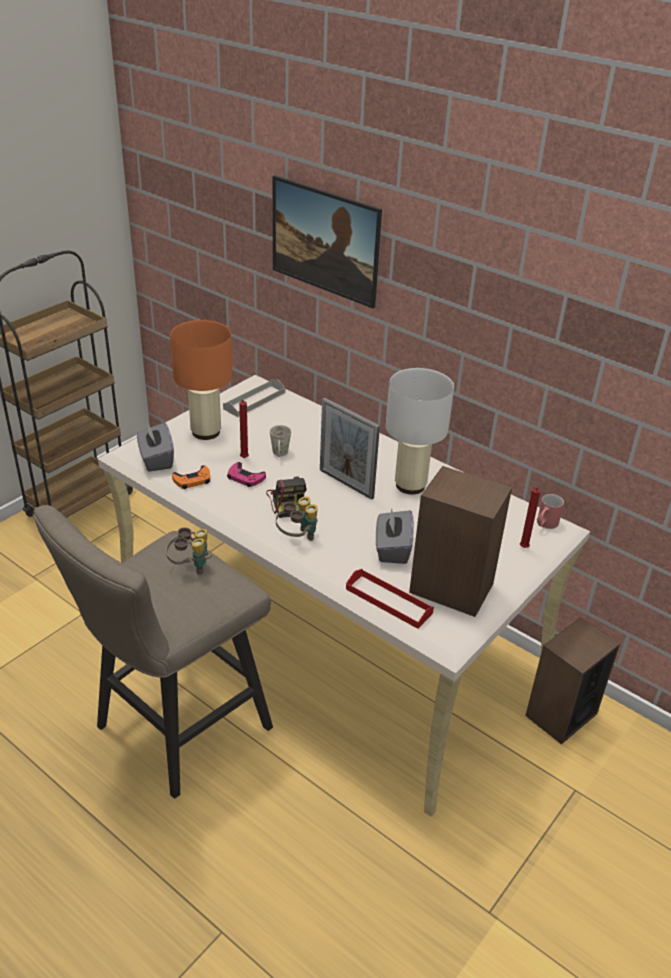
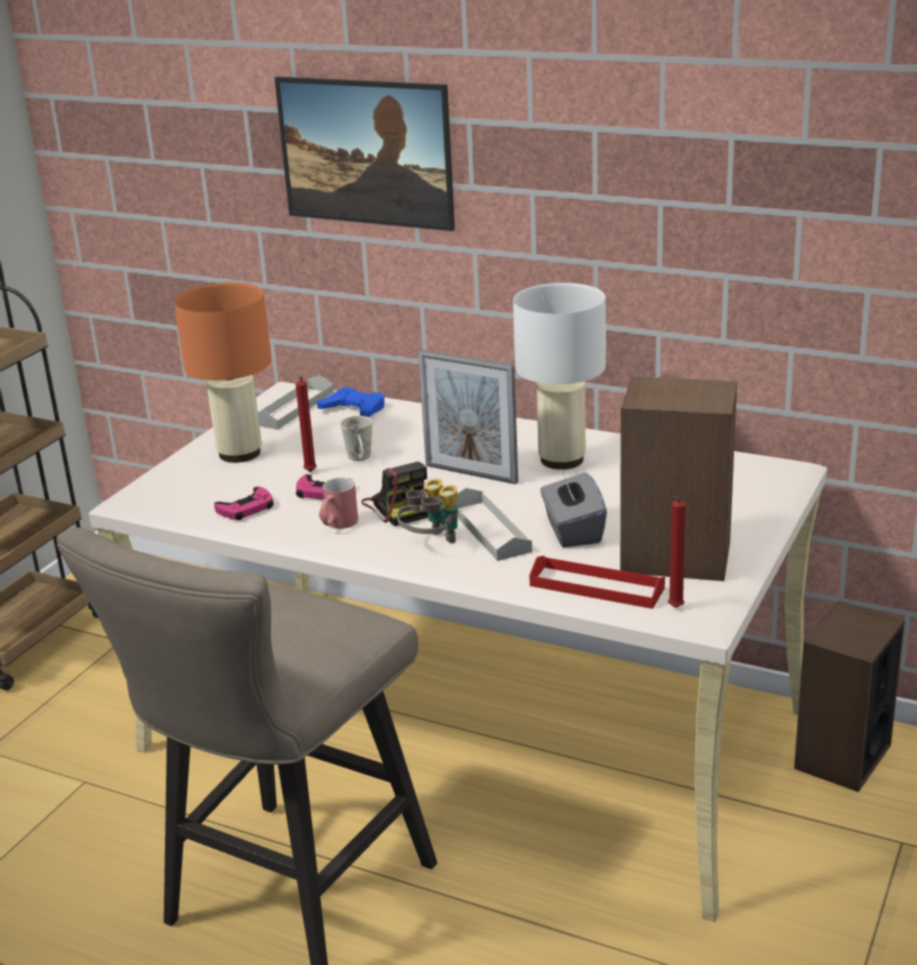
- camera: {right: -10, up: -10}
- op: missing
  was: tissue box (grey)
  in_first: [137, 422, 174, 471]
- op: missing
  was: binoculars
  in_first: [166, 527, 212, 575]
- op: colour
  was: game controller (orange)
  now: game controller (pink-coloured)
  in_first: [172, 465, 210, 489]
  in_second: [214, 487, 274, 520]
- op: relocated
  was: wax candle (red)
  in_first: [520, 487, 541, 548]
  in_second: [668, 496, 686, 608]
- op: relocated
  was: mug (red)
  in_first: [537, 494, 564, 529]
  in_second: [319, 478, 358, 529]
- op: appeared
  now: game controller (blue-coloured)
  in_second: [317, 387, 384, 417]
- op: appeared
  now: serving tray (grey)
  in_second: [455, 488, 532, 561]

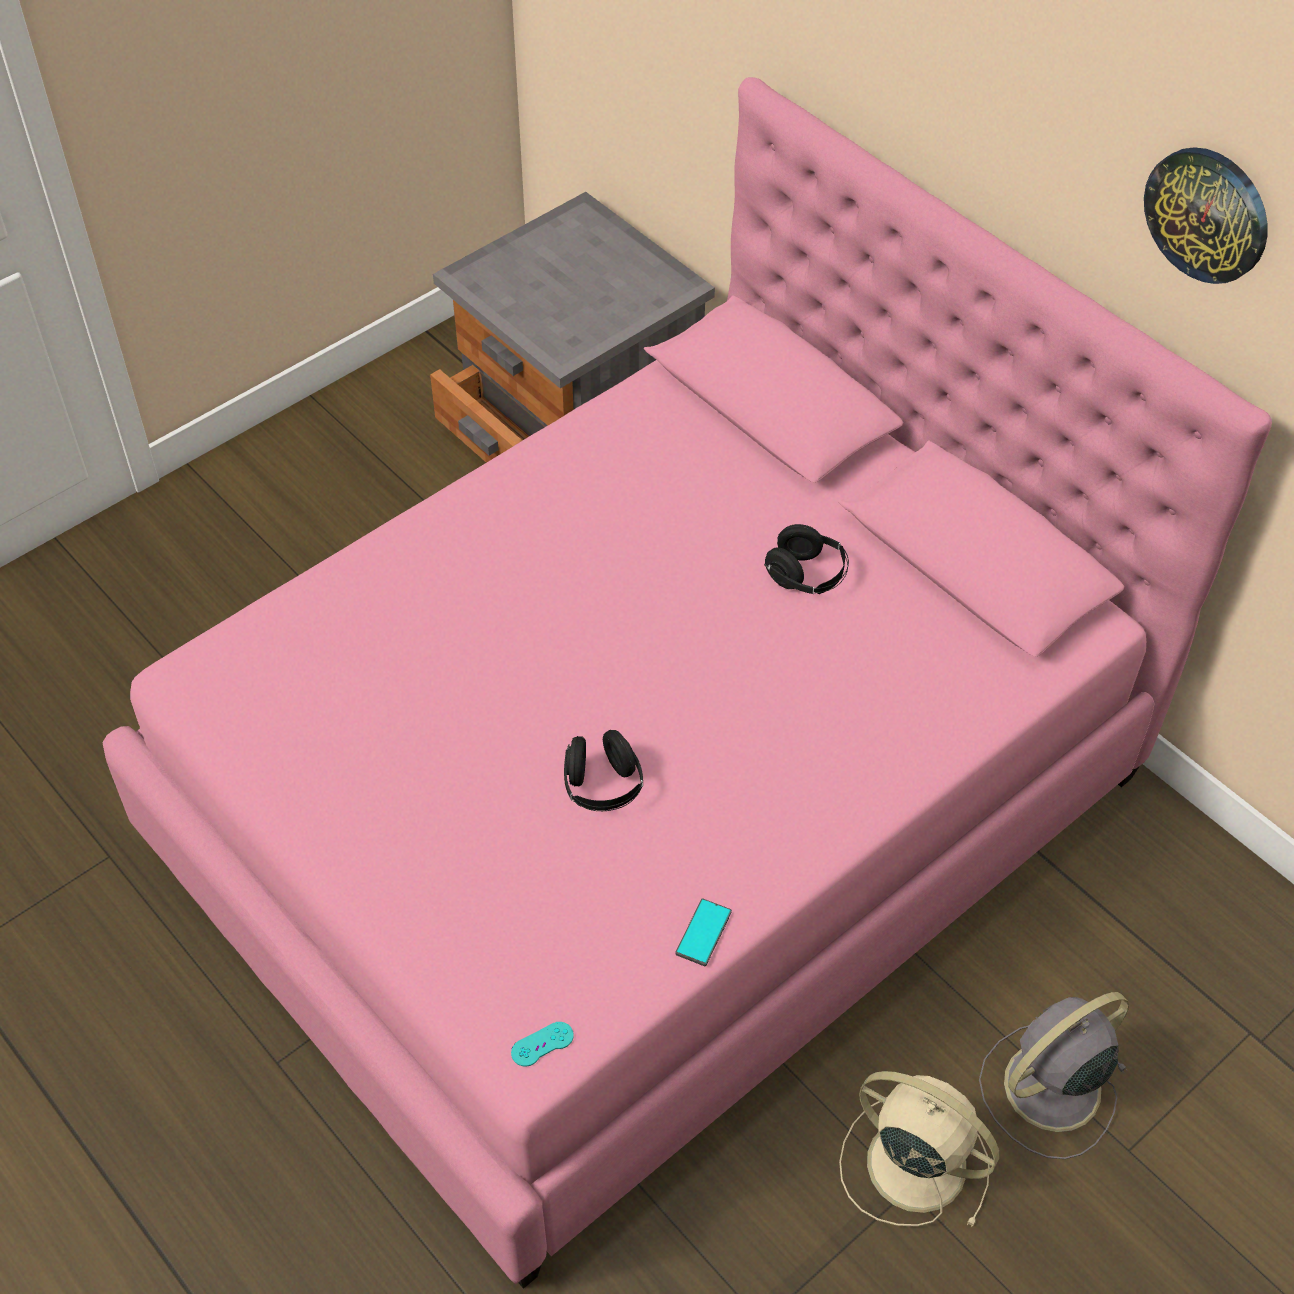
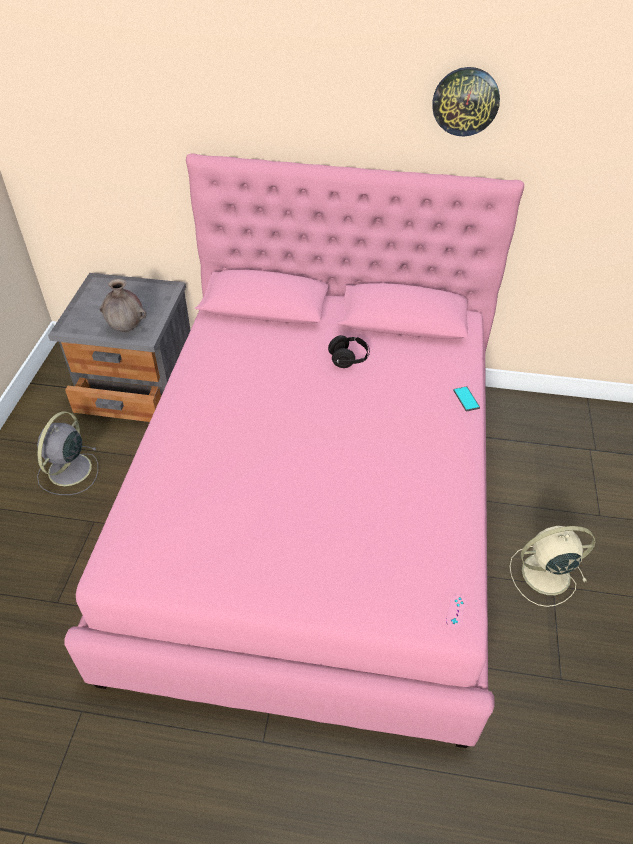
- camera: {right: -40, up: -5}
- op: colour
  was: game controller (turquoise-coloured)
  now: game controller (pink-coloured)
  in_first: [511, 1022, 574, 1067]
  in_second: [446, 595, 467, 629]
- op: missing
  was: headphones (blackish)
  in_first: [564, 730, 643, 811]
- op: relocated
  was: telephone
  in_first: [675, 898, 732, 966]
  in_second: [453, 386, 480, 412]
- op: relocated
  was: fan (grey)
  in_first: [979, 992, 1129, 1159]
  in_second: [37, 411, 98, 495]
- op: appeared
  now: vase (brown-coloured)
  in_second: [100, 279, 147, 332]

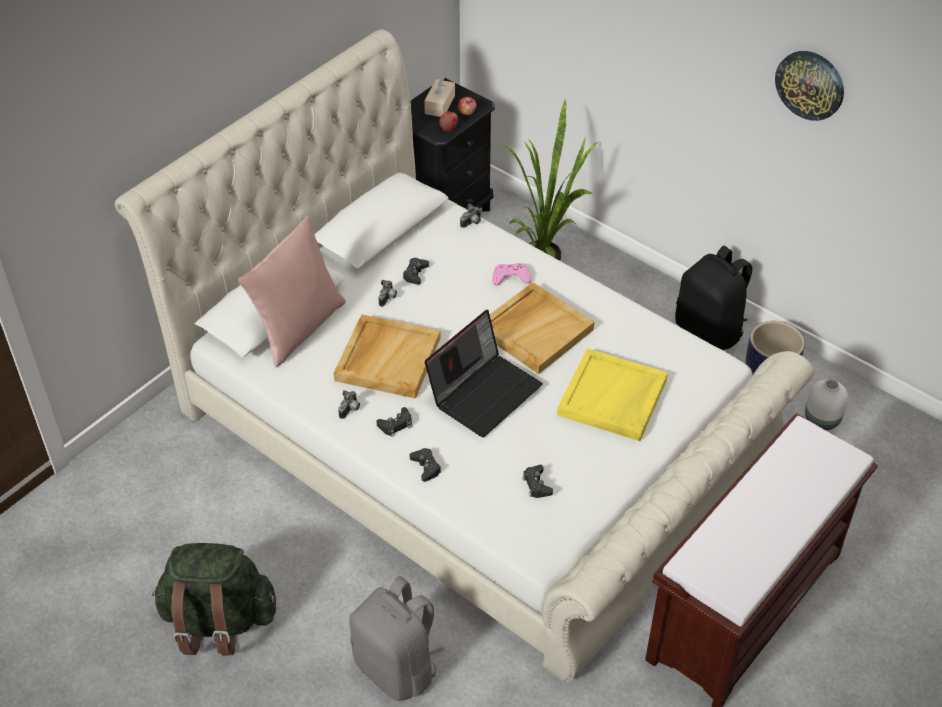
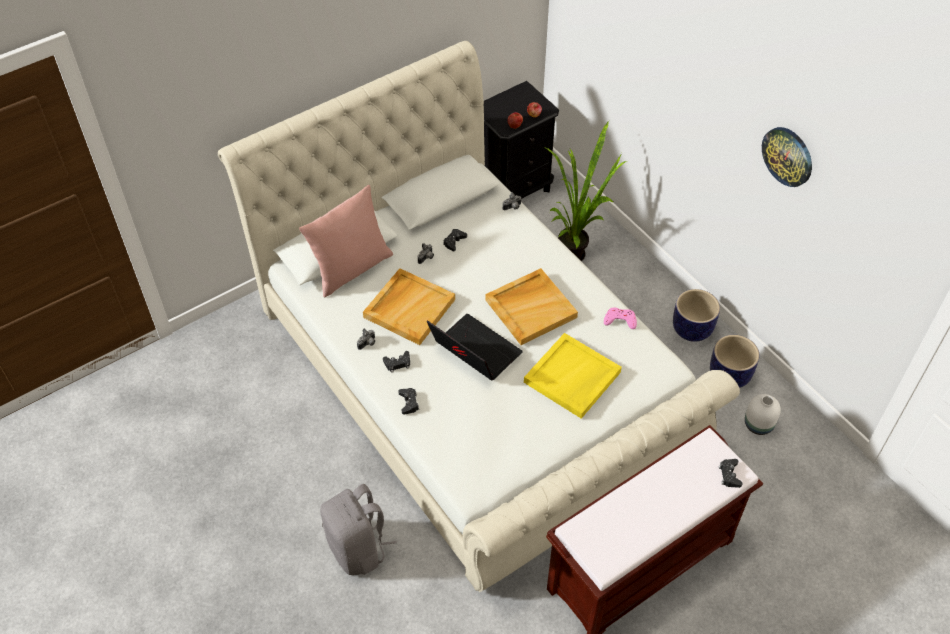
- camera: {right: 15, up: 5}
- op: missing
  was: backpack (greenish)
  in_first: [152, 543, 276, 656]
- op: missing
  was: tissue box (beige)
  in_first: [424, 76, 455, 117]
- op: spun
  was: notebook computer
  in_first: [424, 310, 543, 437]
  in_second: [427, 314, 523, 381]
  clockwise: -105
- op: relocated
  was: game controller (pink-coloured)
  in_first: [492, 263, 531, 285]
  in_second: [604, 307, 637, 329]
- op: relocated
  was: game controller (blackish)
  in_first: [522, 465, 553, 498]
  in_second: [719, 459, 743, 488]
- op: exchanged
  was: backpack (blackish)
  now: flower pot
  in_first: [675, 246, 752, 350]
  in_second: [673, 289, 720, 342]

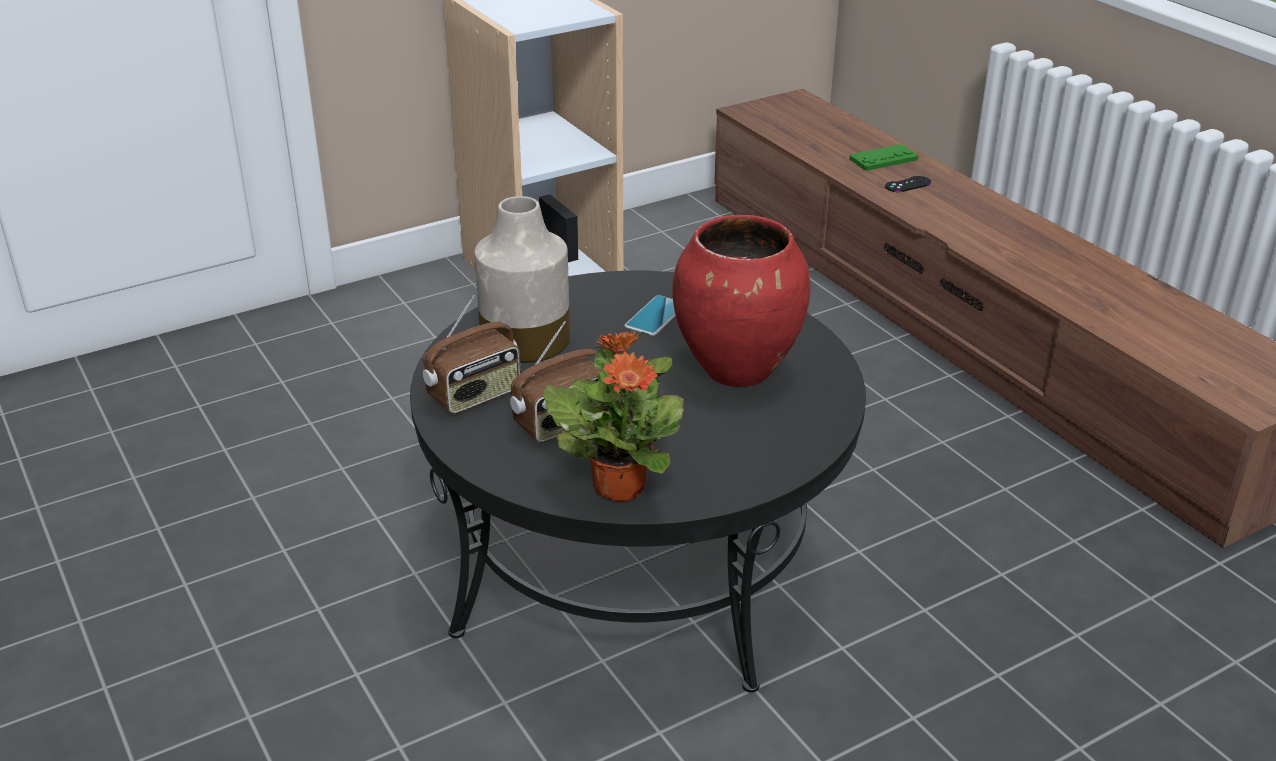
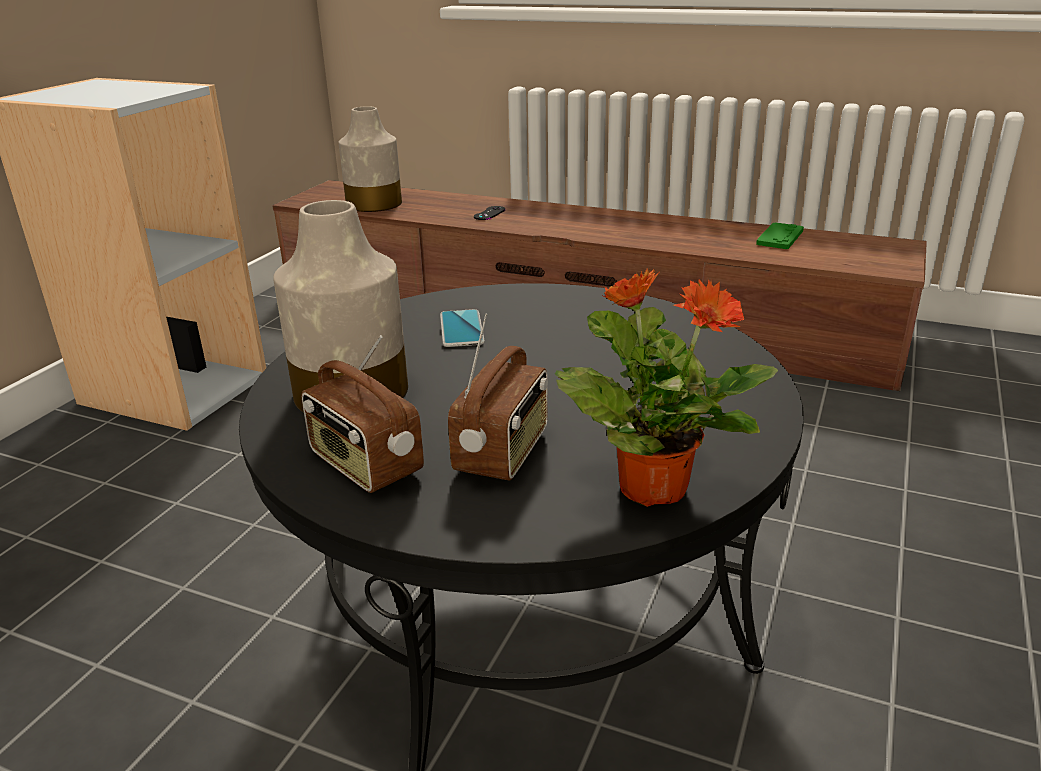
- camera: {right: -35, up: -5}
- op: spun
  was: radio set
  in_first: [423, 295, 521, 414]
  in_second: [302, 335, 424, 493]
  clockwise: 120
- op: missing
  was: vase (red)
  in_first: [672, 215, 810, 387]
- op: relocated
  was: game controller (greenish)
  in_first: [849, 144, 919, 171]
  in_second: [756, 222, 804, 249]
- op: appeared
  now: vase (beige)
  in_second: [339, 106, 402, 212]

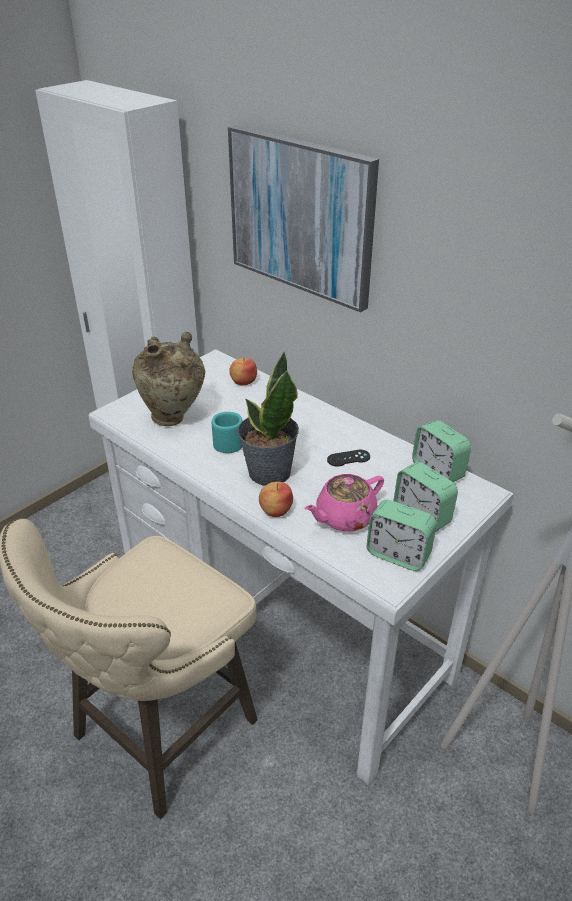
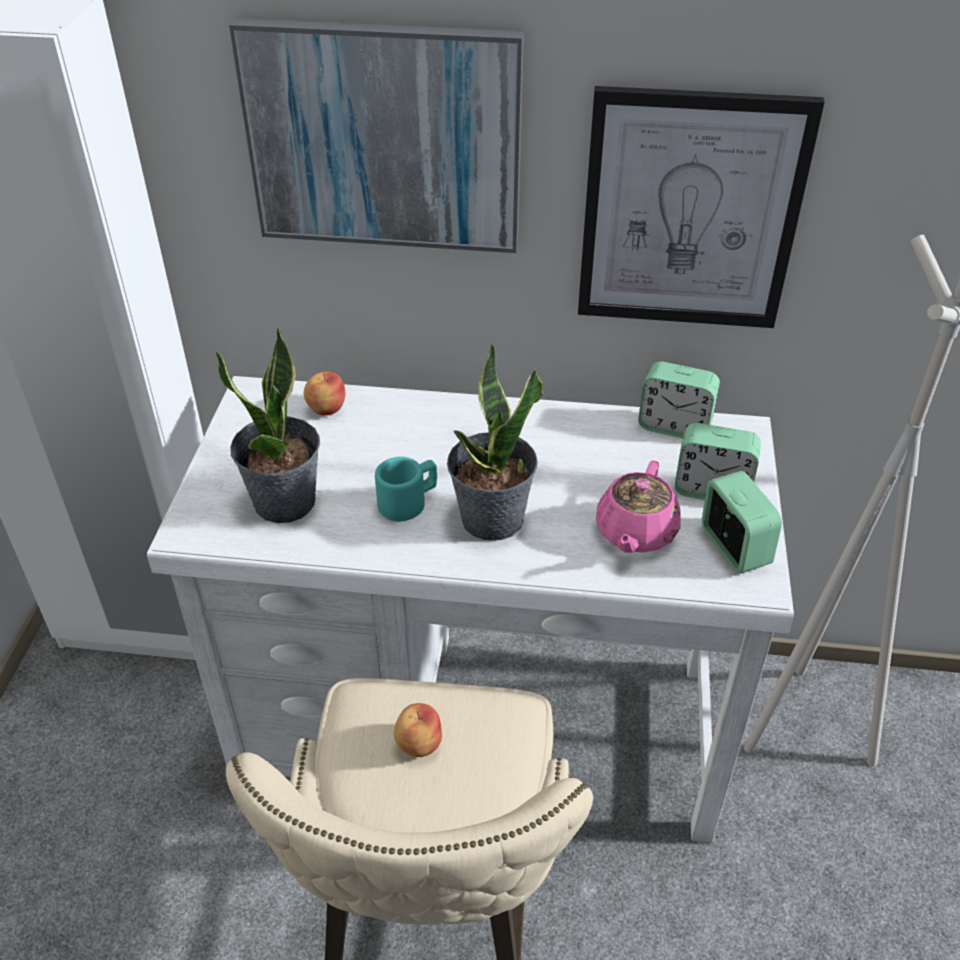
- camera: {right: -35, up: 5}
- op: exchanged
  was: vase (beige)
  now: houseplant
  in_first: [132, 332, 205, 426]
  in_second: [215, 326, 320, 523]
- op: relocated
  was: apple fruit
  in_first: [259, 481, 293, 517]
  in_second: [394, 703, 442, 757]
- op: missing
  was: game controller (blackish)
  in_first: [327, 450, 370, 467]
- op: spun
  was: table clock
  in_first: [367, 500, 437, 571]
  in_second: [702, 471, 782, 573]
  clockwise: -105
- op: appeared
  now: wall art
  in_second: [578, 86, 825, 328]

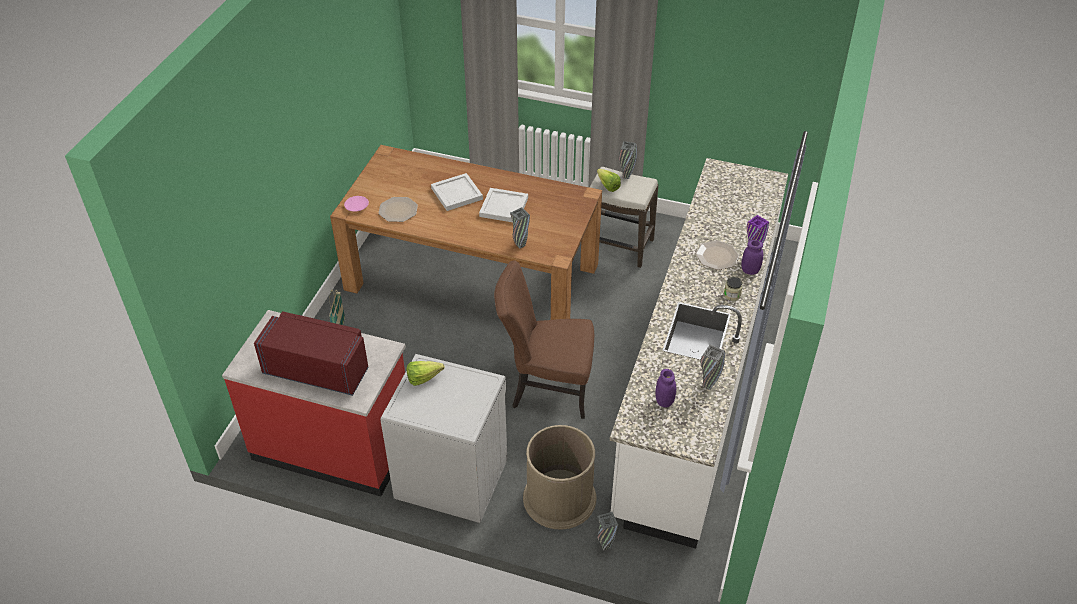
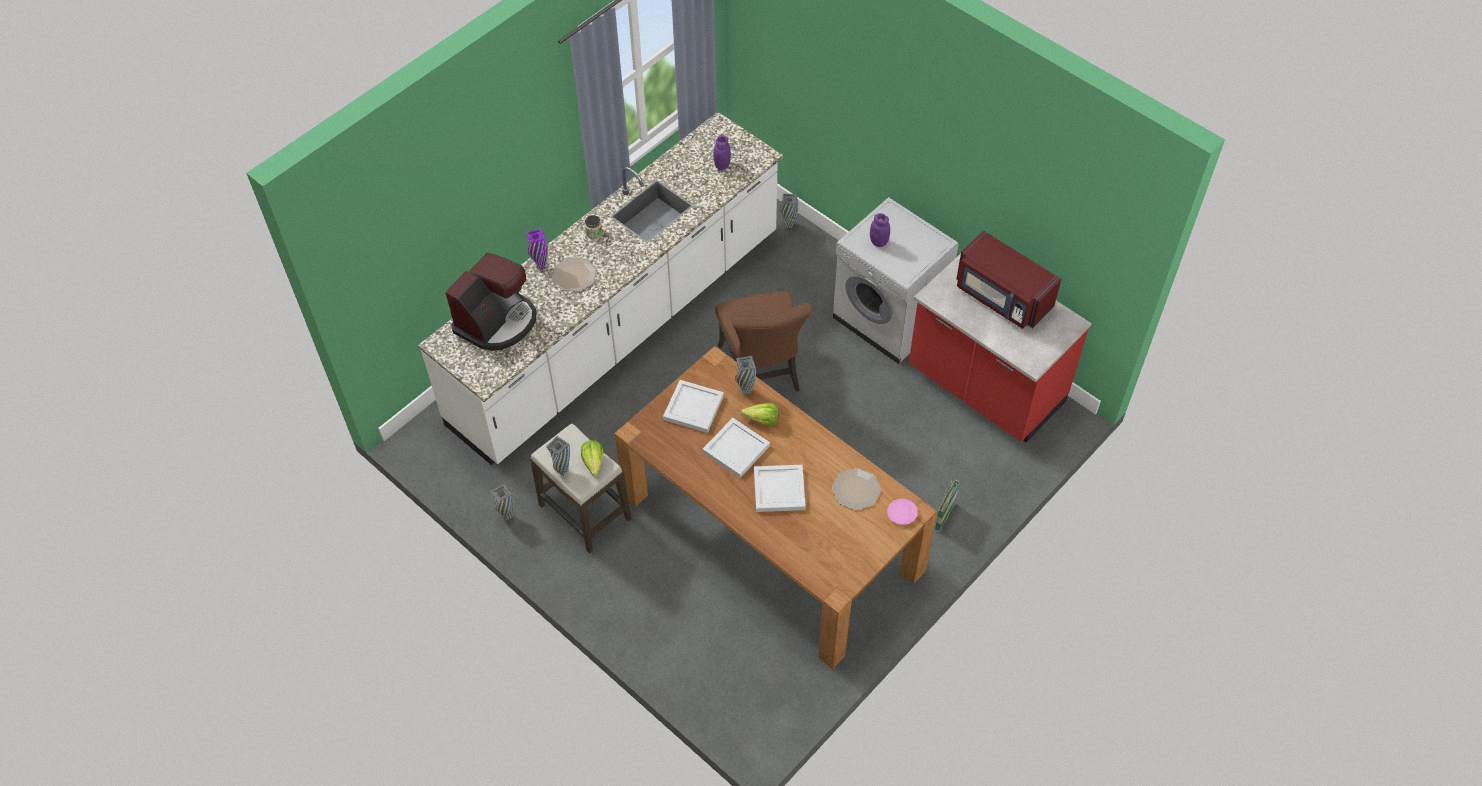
- camera: {right: -155, up: 10}
- op: relocated
  was: lettuce
  in_first: [407, 361, 444, 386]
  in_second: [741, 403, 779, 425]
- op: spun
  was: upright chair (brown-coloured)
  in_first: [494, 261, 594, 419]
  in_second: [715, 291, 813, 392]
  clockwise: 45
- op: missing
  was: trash can (brown-coloured)
  in_first: [523, 425, 596, 530]
- op: relocated
  was: vase (grey)
  in_first: [700, 345, 725, 390]
  in_second: [491, 484, 514, 521]
- op: relocated
  was: storage jar (purple)
  in_first: [741, 240, 763, 275]
  in_second: [870, 213, 890, 247]
- op: appeared
  now: coffee brewer
  in_second: [445, 253, 537, 351]
- op: appeared
  now: serving tray (whitish)
  in_second: [663, 380, 724, 433]

